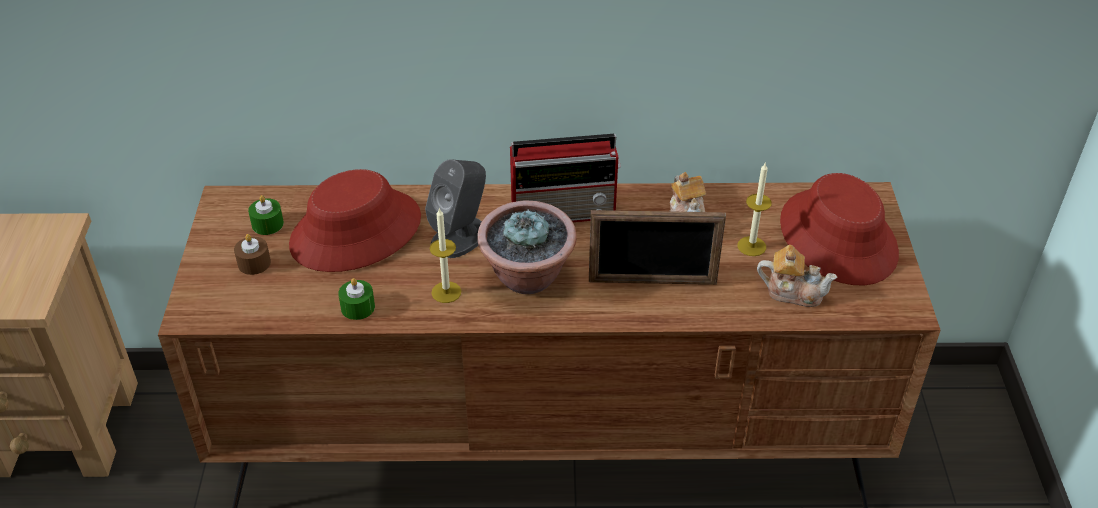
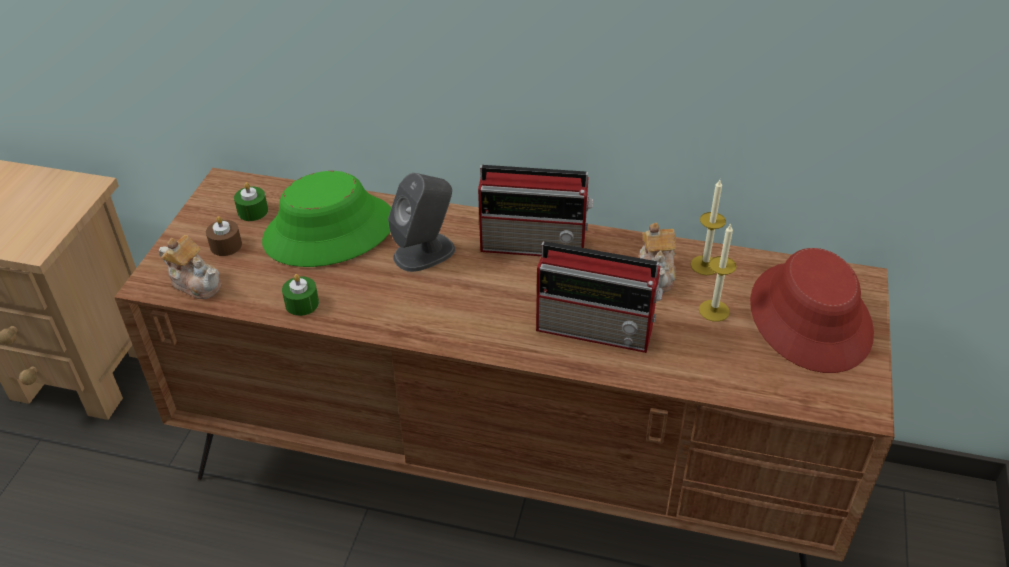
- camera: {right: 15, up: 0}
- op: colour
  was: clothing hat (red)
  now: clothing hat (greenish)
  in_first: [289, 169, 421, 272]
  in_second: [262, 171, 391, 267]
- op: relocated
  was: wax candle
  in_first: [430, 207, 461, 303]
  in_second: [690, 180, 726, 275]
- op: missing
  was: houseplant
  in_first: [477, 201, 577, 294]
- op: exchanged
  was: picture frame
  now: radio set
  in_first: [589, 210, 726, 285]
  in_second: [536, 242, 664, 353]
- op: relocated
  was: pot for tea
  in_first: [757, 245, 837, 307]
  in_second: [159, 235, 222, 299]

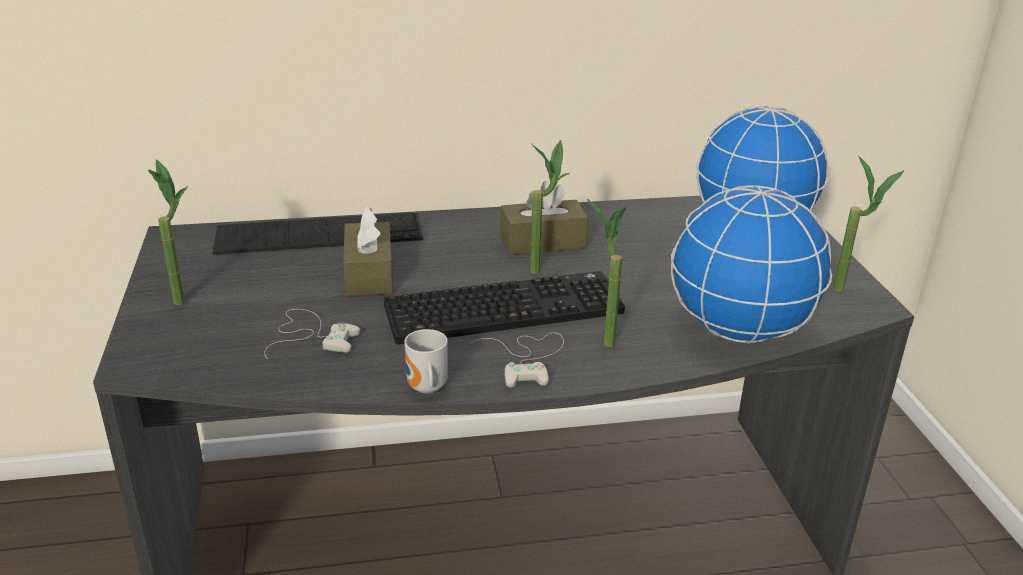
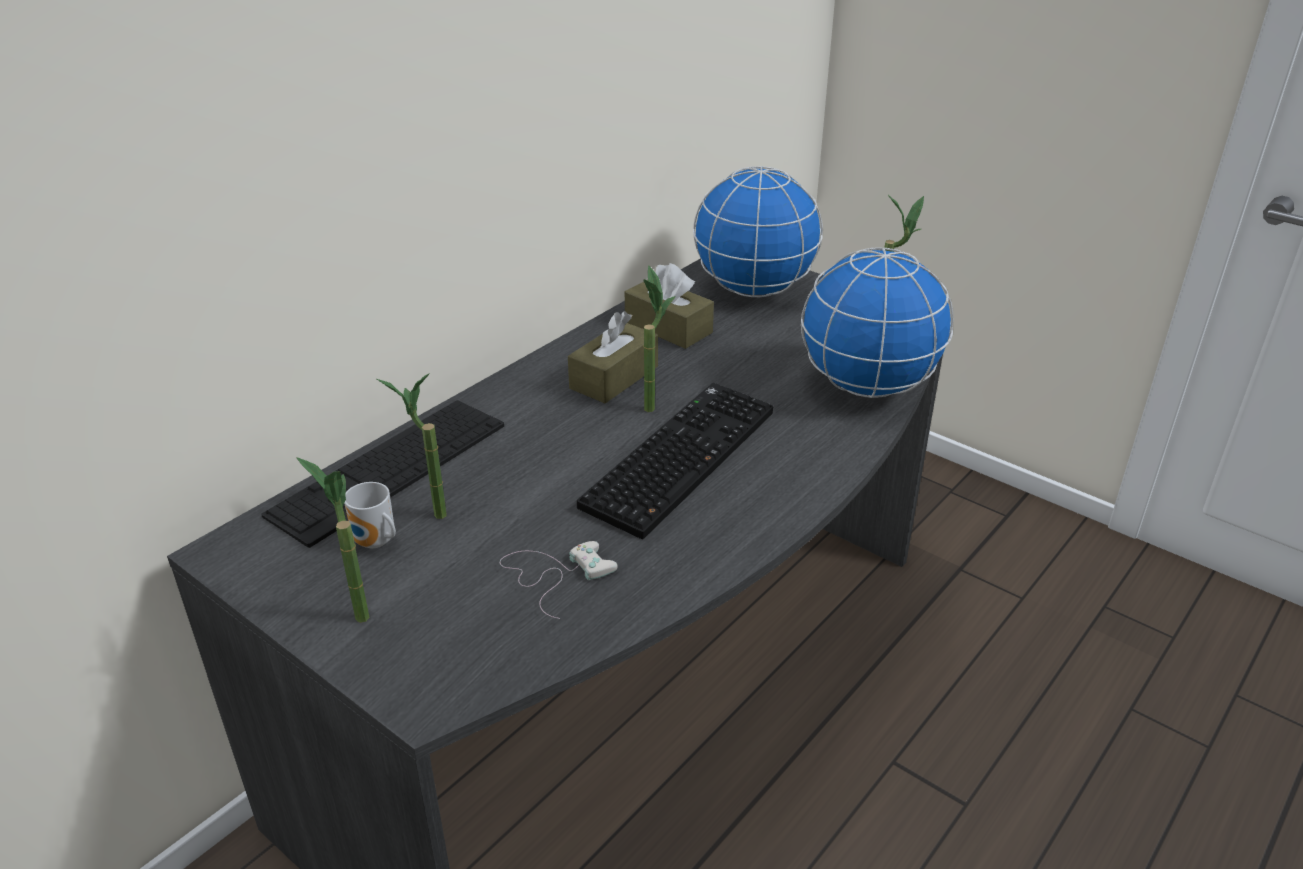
- camera: {right: -40, up: 5}
- op: relocated
  was: tissue box (brown-coloured)
  in_first: [343, 207, 393, 296]
  in_second: [625, 263, 714, 349]
- op: relocated
  was: mug
  in_first: [404, 329, 448, 394]
  in_second: [344, 482, 396, 548]
- op: missing
  was: game controller (whitish)
  in_first: [470, 332, 564, 388]
- op: relocated
  was: houseplant
  in_first: [587, 199, 626, 347]
  in_second: [377, 373, 446, 519]

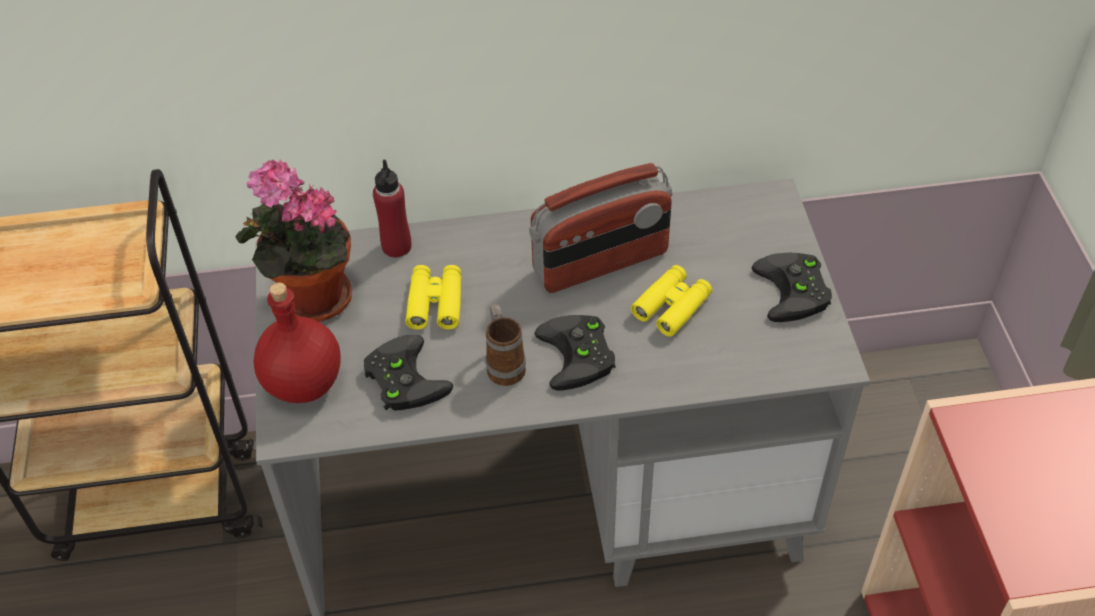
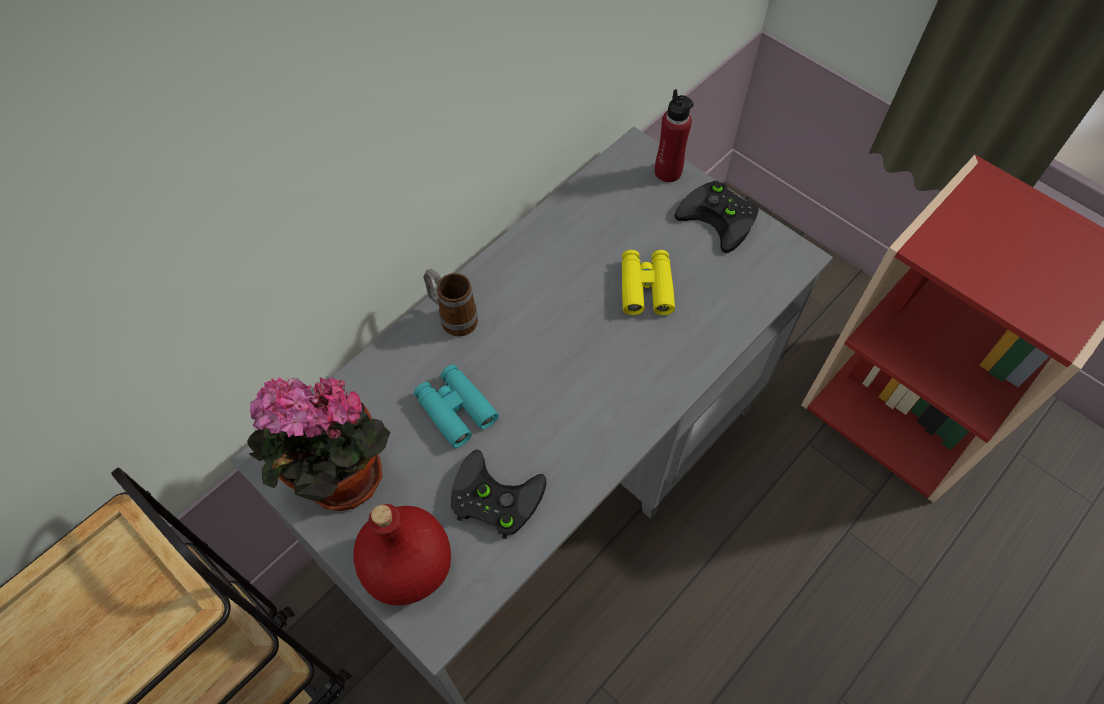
- camera: {right: -40, up: 10}
- op: relocated
  was: drink bottle (red)
  in_first: [373, 160, 412, 258]
  in_second: [655, 89, 694, 182]
- op: colour
  was: binoculars (yellow)
  now: binoculars (turquoise-coloured)
  in_first: [405, 265, 461, 330]
  in_second: [414, 365, 499, 448]
- op: relocated
  was: mug
  in_first: [486, 304, 526, 386]
  in_second: [423, 269, 478, 336]
- op: missing
  was: radio set
  in_first: [529, 163, 672, 293]
- op: missing
  was: game controller (blackish)
  in_first: [534, 315, 616, 390]

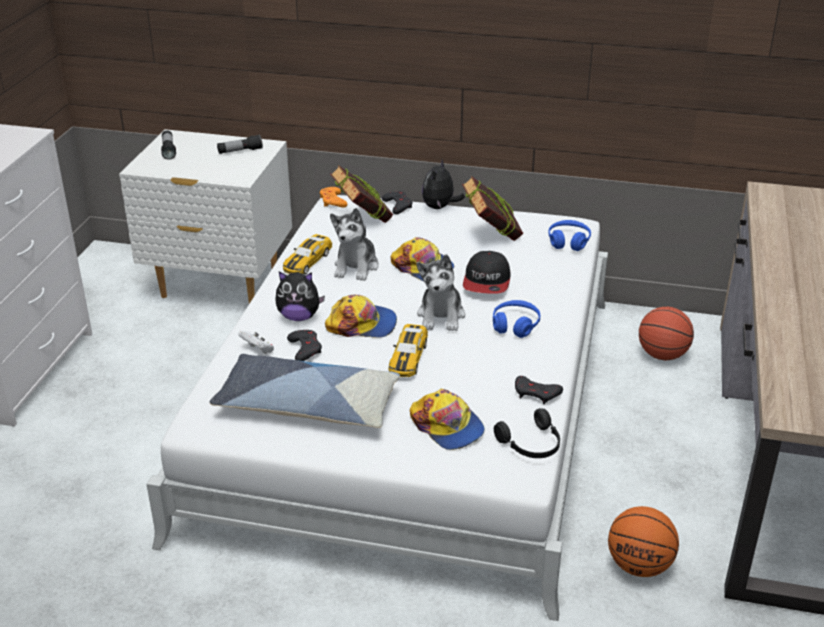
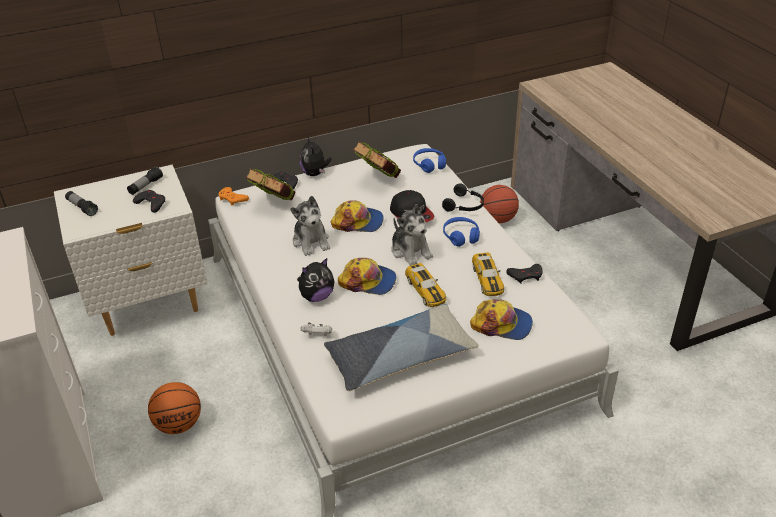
- camera: {right: -35, up: 5}
- op: relocated
  was: toy car
  in_first: [283, 234, 332, 275]
  in_second: [472, 252, 504, 296]
- op: relocated
  was: game controller (blackish)
  in_first: [287, 330, 322, 361]
  in_second: [133, 190, 165, 213]
- op: spun
  was: baseball cap
  in_first: [325, 295, 397, 338]
  in_second: [338, 258, 396, 295]
  clockwise: 45
- op: relocated
  was: headphones (blackish)
  in_first: [494, 408, 560, 458]
  in_second: [442, 184, 484, 212]
- op: relocated
  was: basketball
  in_first: [608, 506, 679, 577]
  in_second: [148, 382, 201, 434]

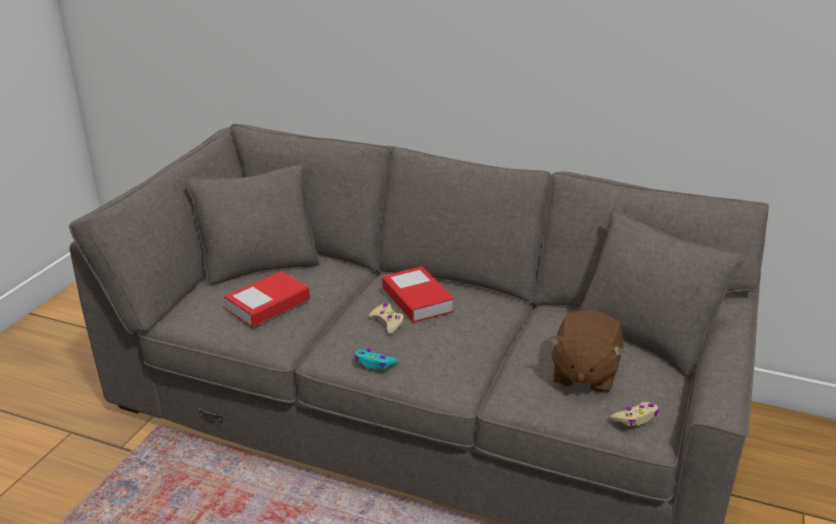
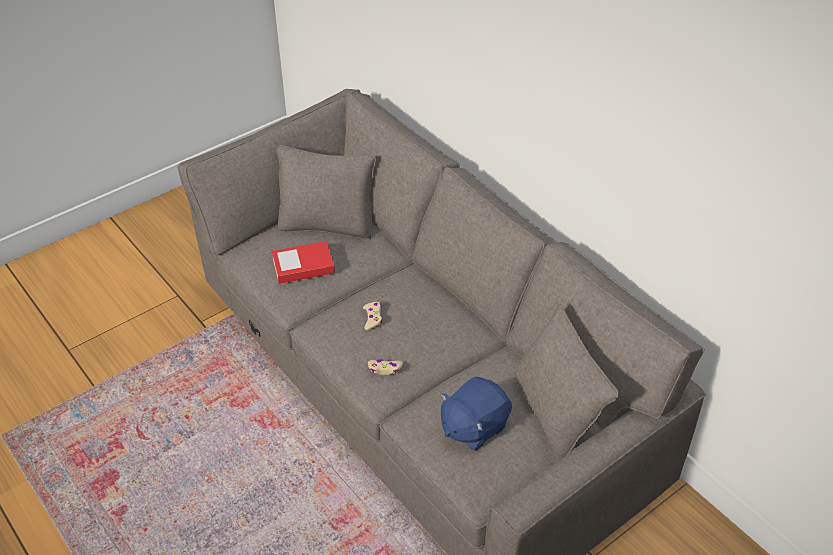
- camera: {right: 30, up: 15}
- op: missing
  was: game controller (turquoise-coloured)
  in_first: [354, 349, 398, 369]
- op: missing
  was: volume
  in_first: [382, 266, 454, 323]
- op: colour
  was: soft toy (brown-coloured)
  now: soft toy (blue-coloured)
  in_first: [549, 310, 625, 393]
  in_second: [440, 377, 512, 451]
- op: relocated
  was: game controller (beige)
  in_first: [610, 402, 659, 426]
  in_second: [368, 360, 403, 375]

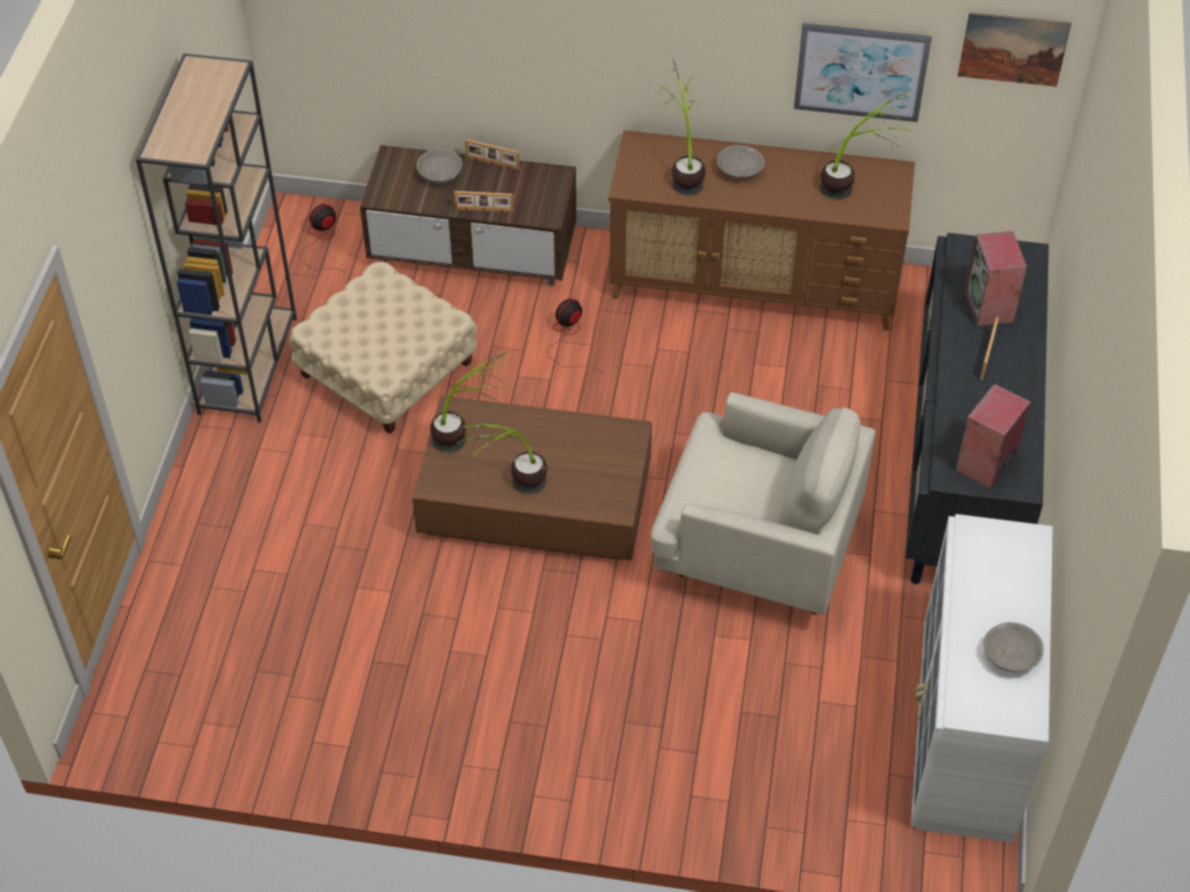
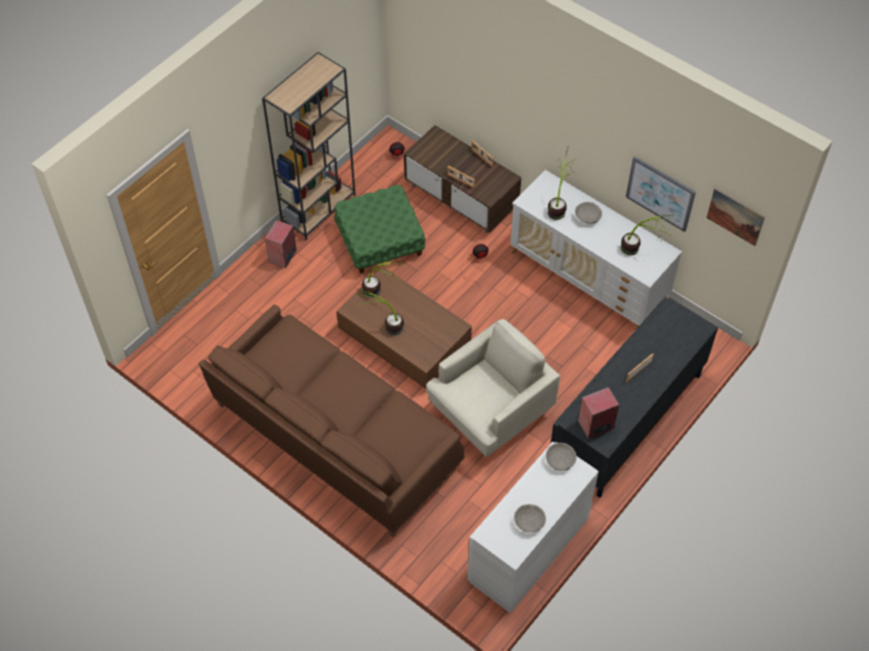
- camera: {right: 30, up: 5}
- op: colour
  was: ottoman (beige)
  now: ottoman (greenish)
  in_first: [289, 262, 477, 434]
  in_second: [334, 185, 425, 274]
- op: relocated
  was: serving bowl (grey)
  in_first: [416, 149, 462, 185]
  in_second: [546, 443, 577, 471]
- op: colour
  was: dresser (brown-coloured)
  now: dresser (whitish)
  in_first: [608, 130, 915, 331]
  in_second: [510, 170, 682, 329]
- op: spun
  was: lounge chair (beige)
  in_first: [651, 392, 876, 615]
  in_second: [426, 319, 560, 457]
  clockwise: -90
- op: relocated
  was: loudspeaker
  in_first: [964, 231, 1027, 326]
  in_second: [265, 220, 297, 268]
- op: appeared
  now: settee (brown-coloured)
  in_second: [198, 305, 465, 537]

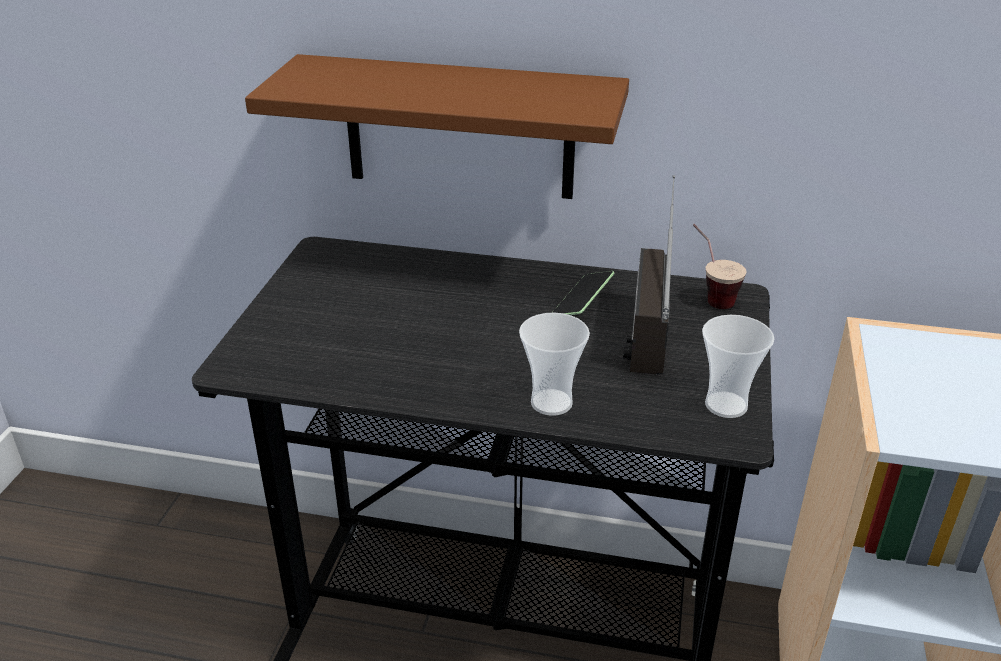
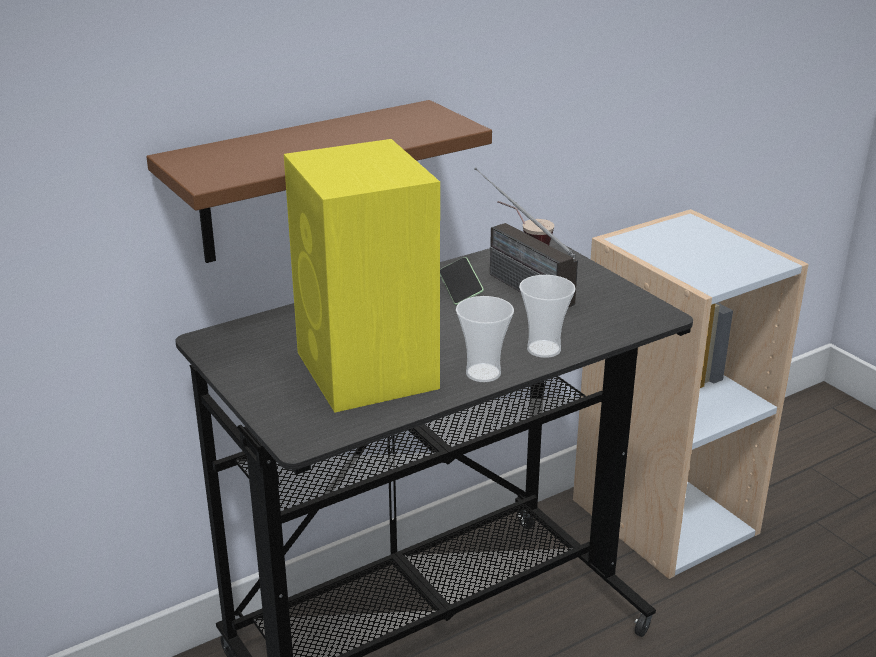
- camera: {right: -45, up: -5}
- op: relocated
  was: small cup
  in_first: [702, 315, 774, 418]
  in_second: [456, 296, 514, 382]
- op: appeared
  now: loudspeaker (yellow)
  in_second: [284, 139, 440, 413]

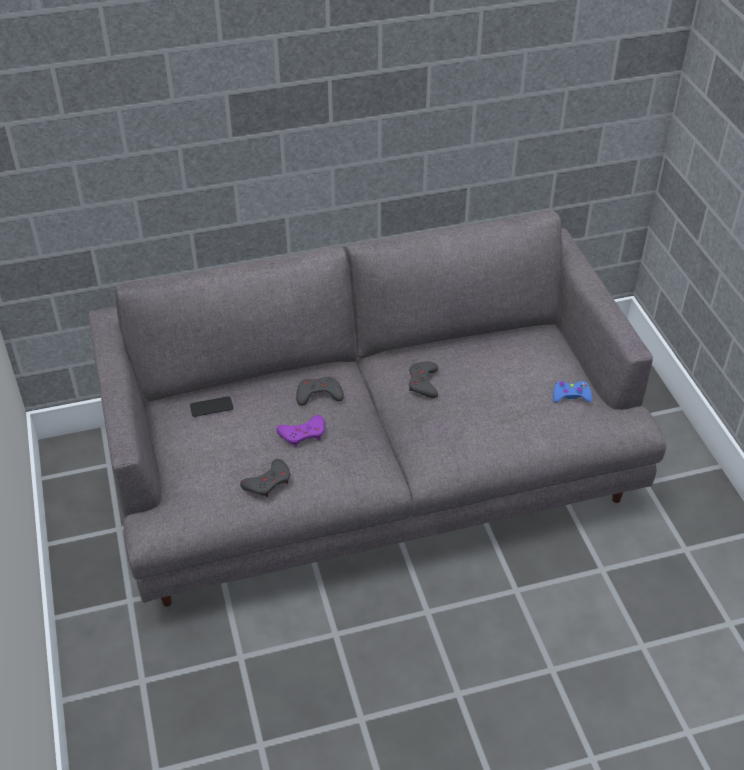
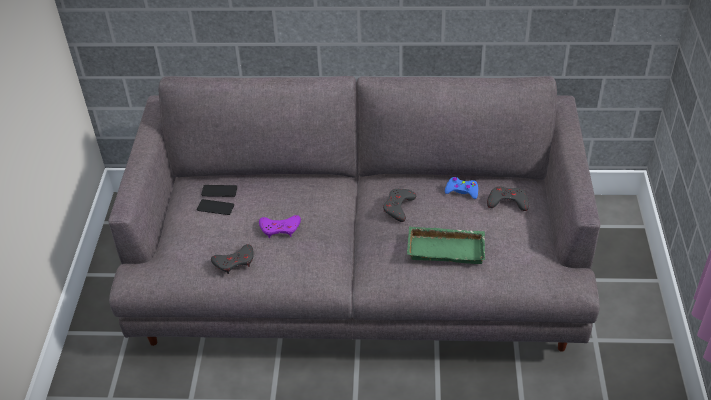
- camera: {right: 20, up: 0}
- op: relocated
  was: game controller (grey)
  in_first: [296, 377, 344, 406]
  in_second: [487, 186, 529, 211]
- op: relocated
  was: game controller (blue-coloured)
  in_first: [553, 381, 592, 403]
  in_second: [445, 177, 478, 199]
- op: appeared
  now: telephone
  in_second: [197, 199, 234, 215]
- op: appeared
  now: serving tray (greenish)
  in_second: [407, 226, 485, 264]

